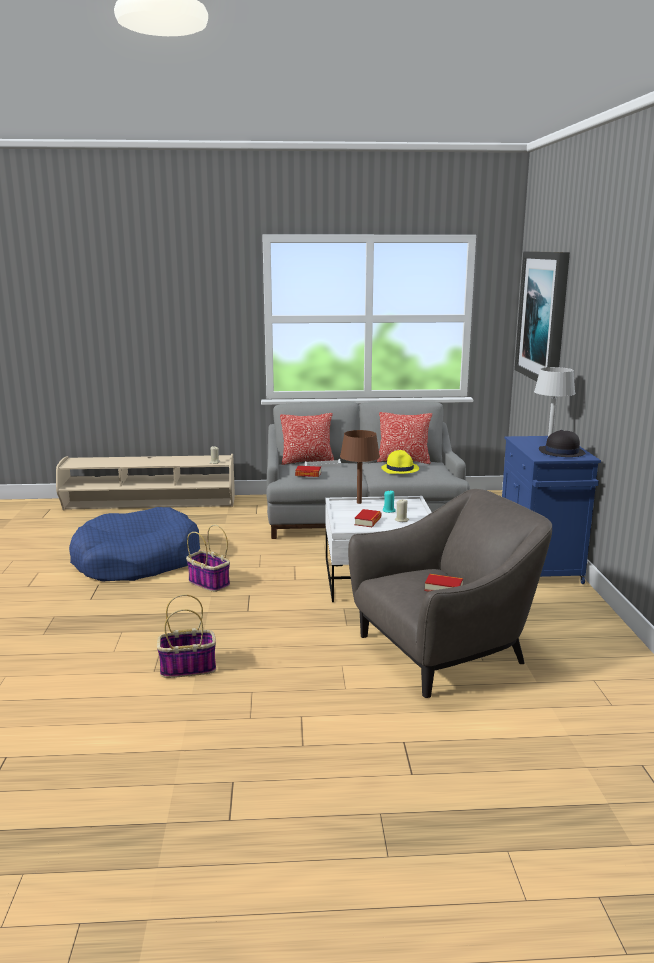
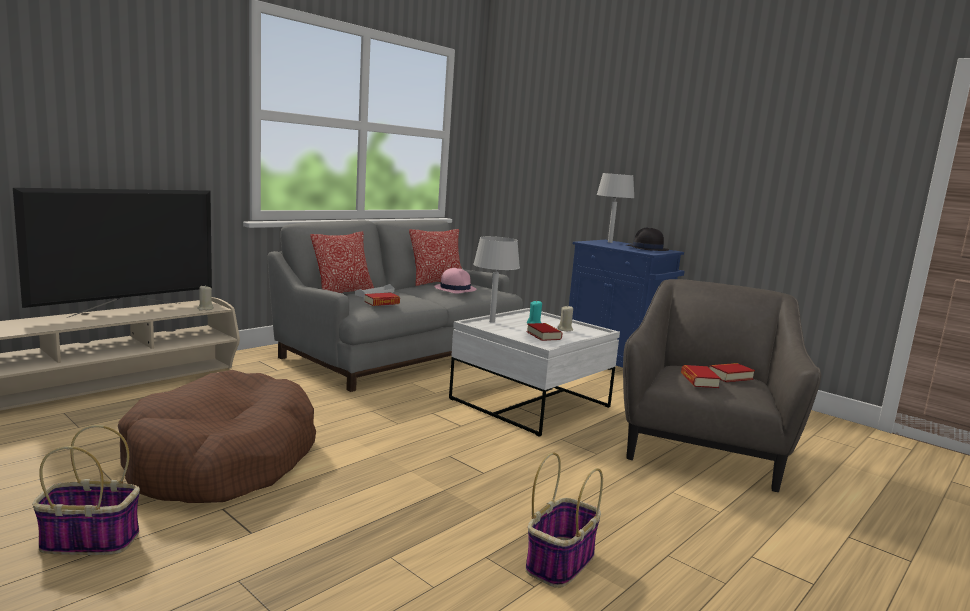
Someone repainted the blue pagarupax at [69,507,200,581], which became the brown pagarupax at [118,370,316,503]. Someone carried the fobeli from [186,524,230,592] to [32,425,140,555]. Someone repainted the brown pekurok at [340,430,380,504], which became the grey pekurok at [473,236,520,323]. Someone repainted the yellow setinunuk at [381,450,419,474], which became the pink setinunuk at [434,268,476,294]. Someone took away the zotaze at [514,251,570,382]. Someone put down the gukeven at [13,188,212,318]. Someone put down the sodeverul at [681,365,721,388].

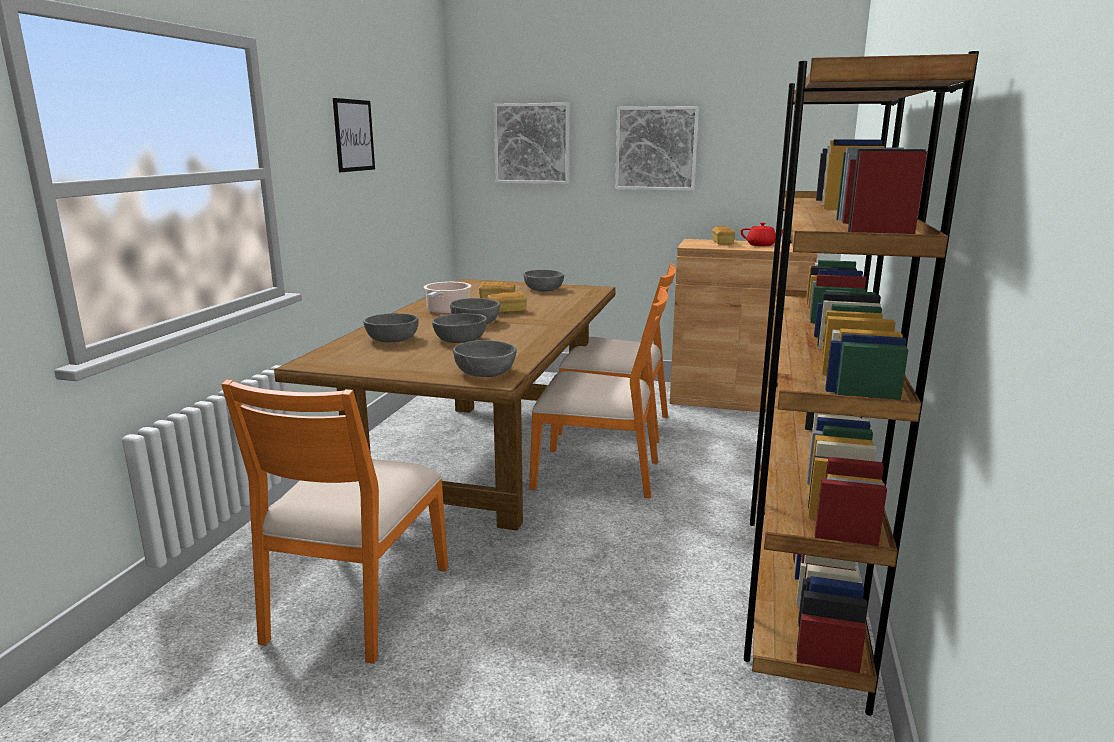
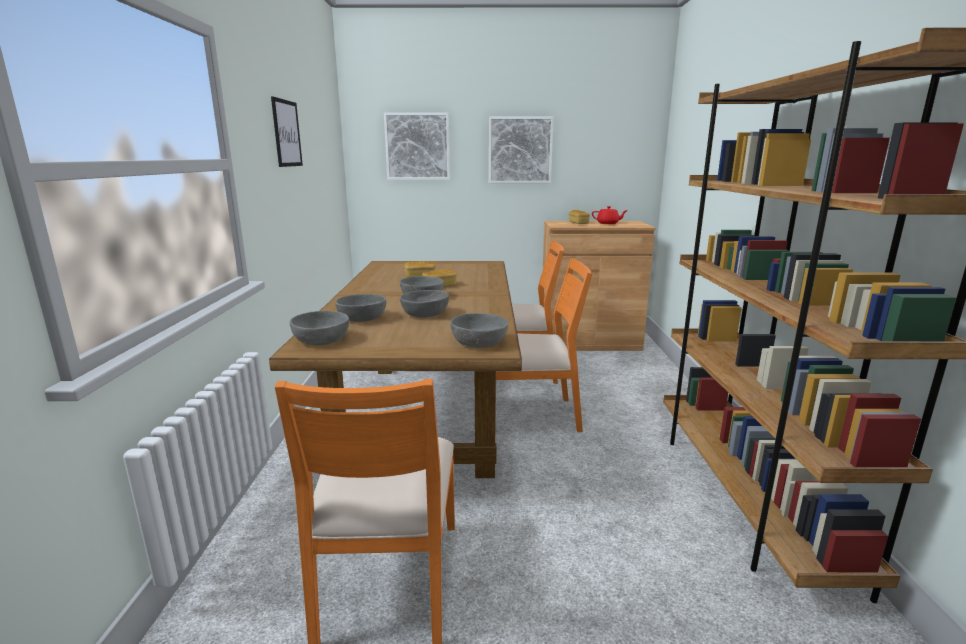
Someone took away the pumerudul at [424,282,471,315]. Someone carried the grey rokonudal from [523,270,564,292] to [289,311,349,345].

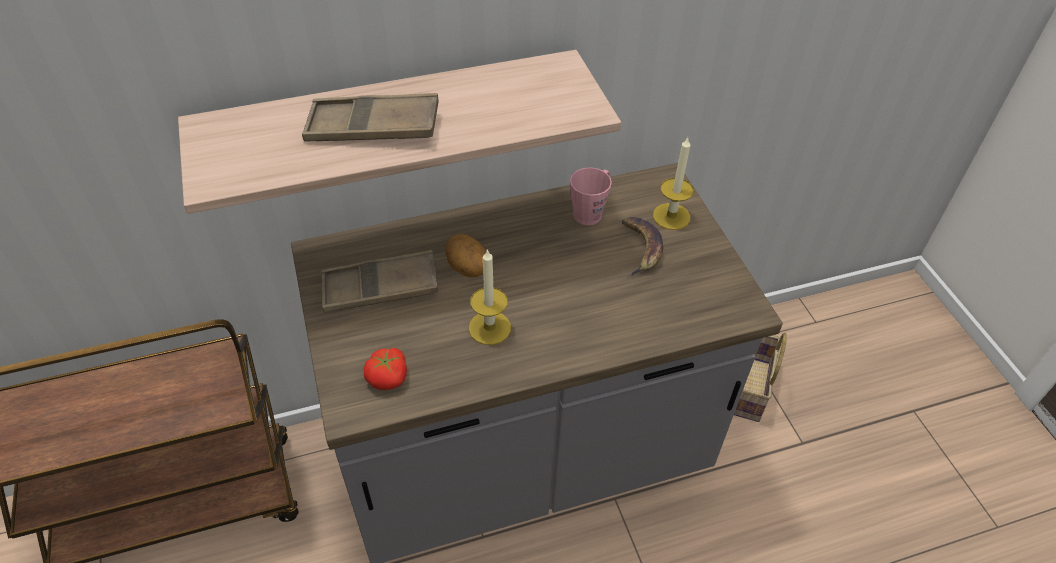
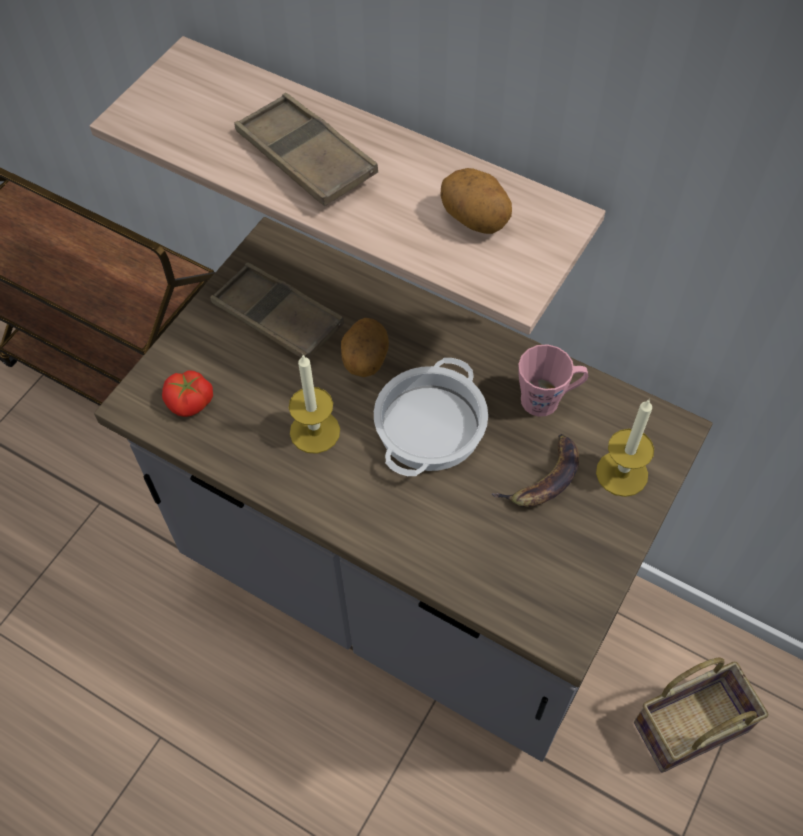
Someone put down the pumerudul at [374,358,488,476]. Someone put down the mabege at [440,168,512,234].

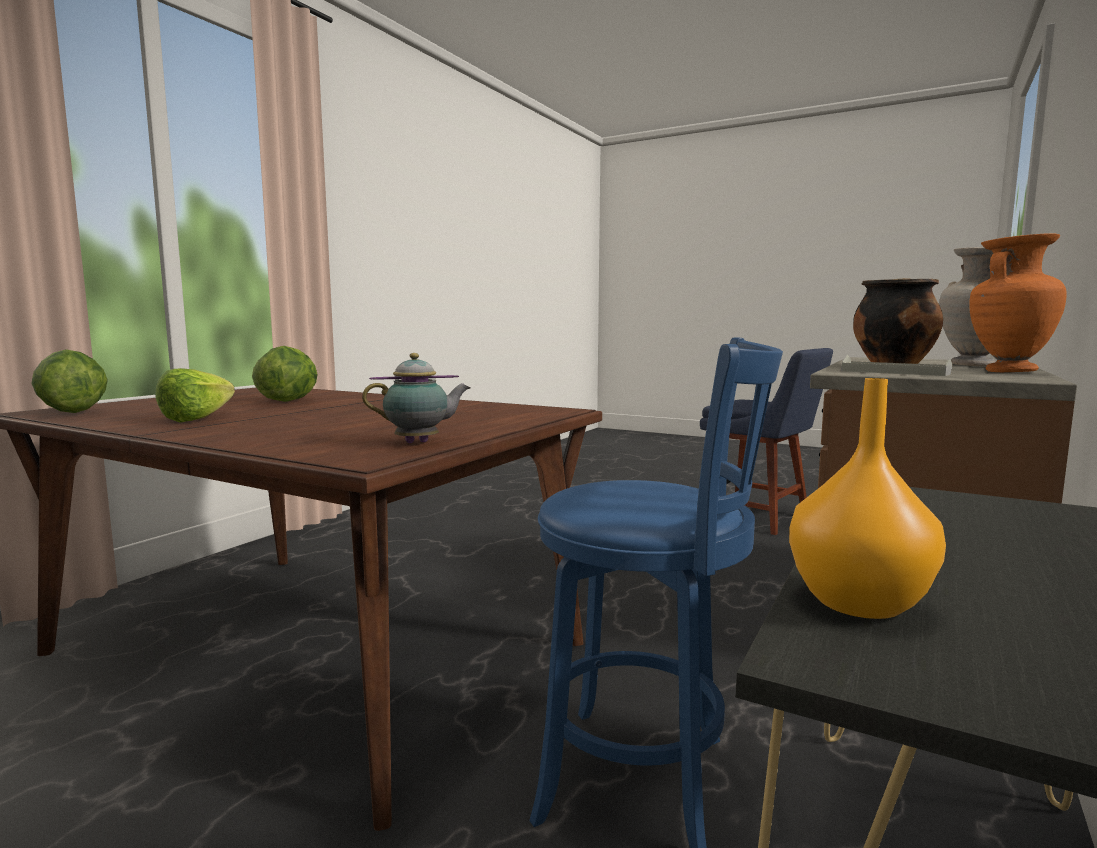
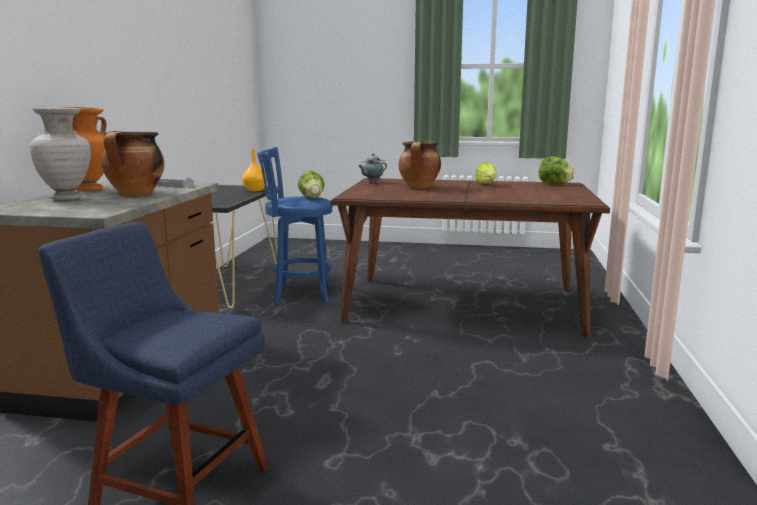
Someone carried the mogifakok from [252,346,318,402] to [298,170,325,199]. Someone put down the pumerudul at [398,141,441,189].

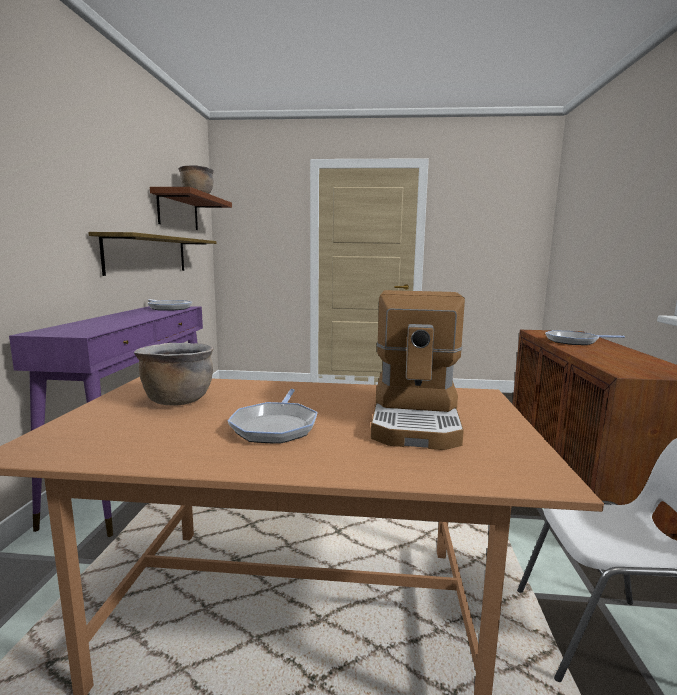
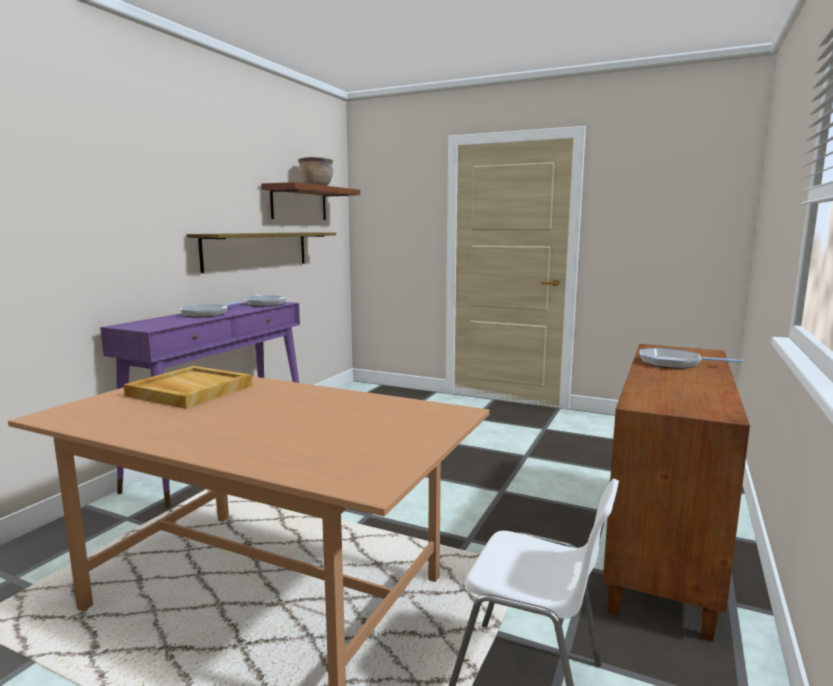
Someone swapped the brown pumerudul at [134,343,214,406] for the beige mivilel at [123,366,252,409]. Someone carried the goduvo from [227,389,318,444] to [180,302,241,318]. Someone took away the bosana at [371,290,465,450].

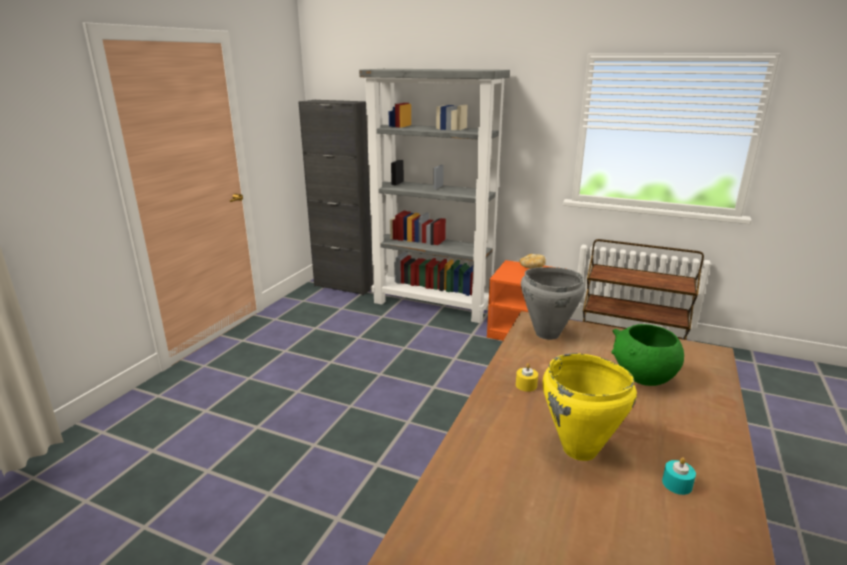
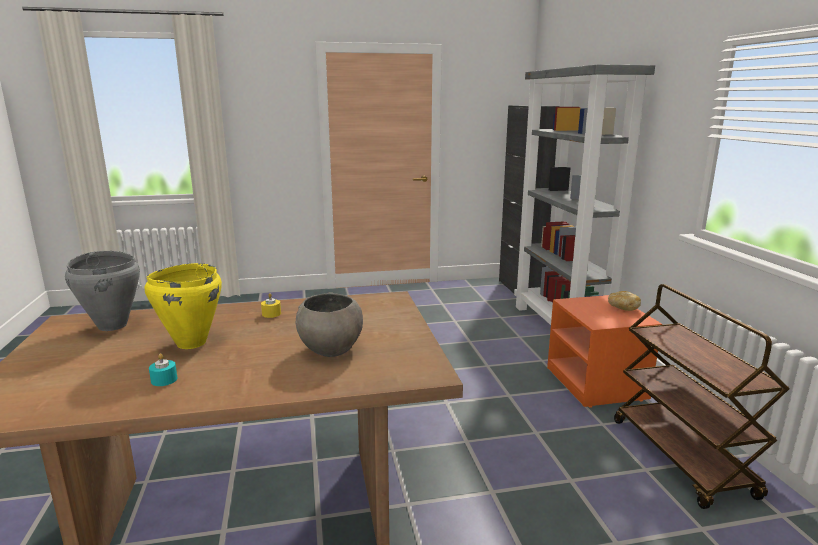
Someone carried the grey pumerudul from [521,267,585,340] to [65,251,140,331]. Someone repainted the green rokonudal at [612,324,684,386], which became the grey rokonudal at [296,292,363,357].

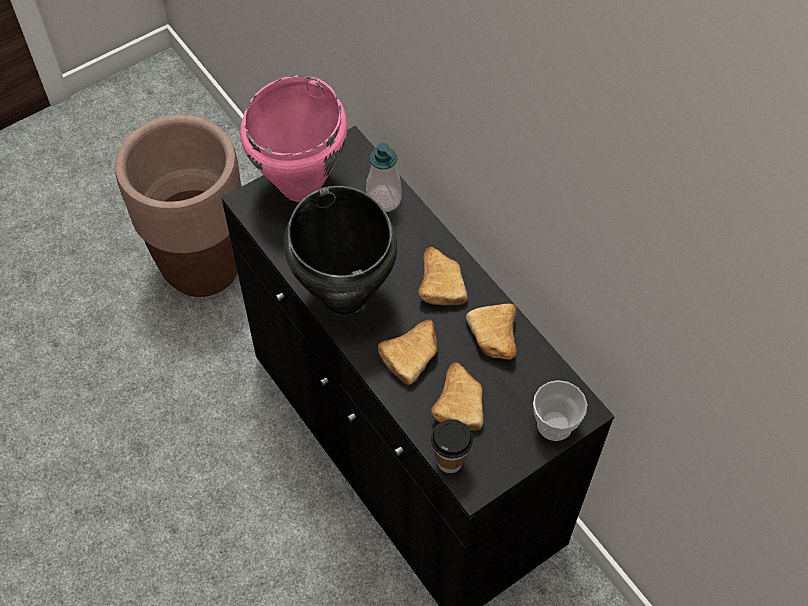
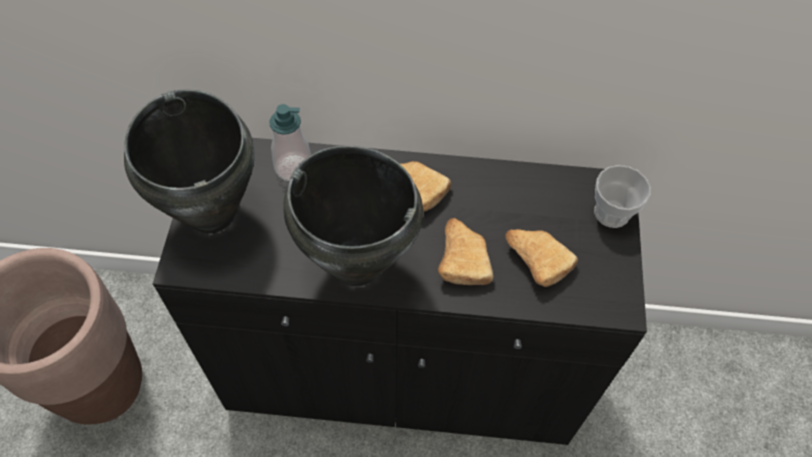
Someone repainted the pink pumerudul at [240,75,347,202], which became the black pumerudul at [124,89,255,234]. Someone took away the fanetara at [431,419,473,473]. Someone took away the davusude at [466,304,517,360].

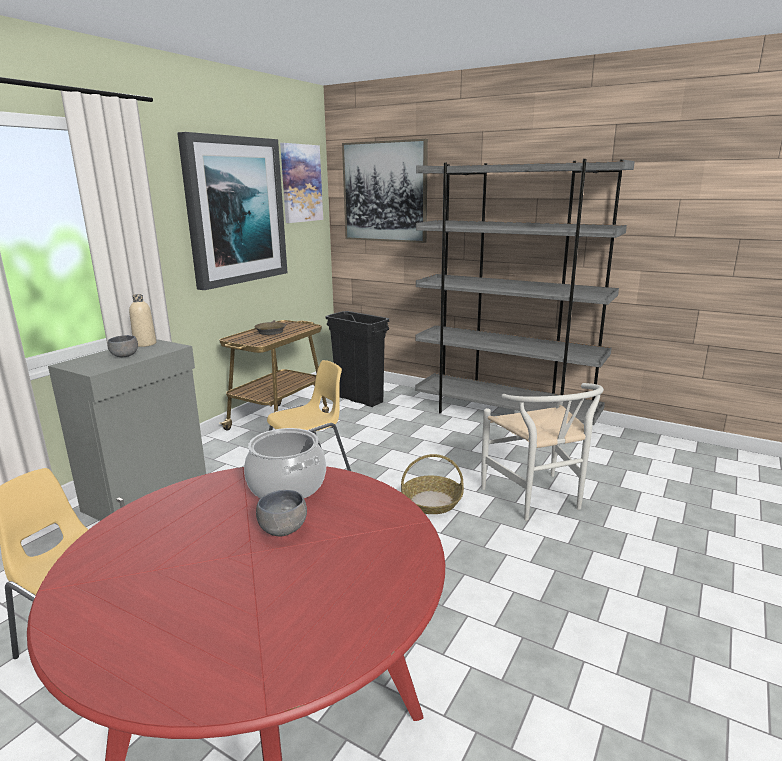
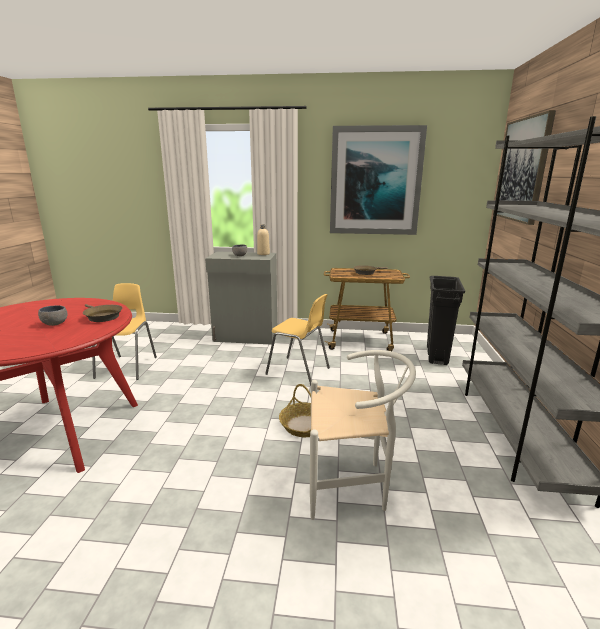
Someone swapped the pumerudul at [244,428,326,498] for the brown goduvo at [83,304,123,322]. Someone took away the zotaze at [280,143,323,223]. Someone rotated the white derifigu at [481,383,604,521] by 135 degrees counterclockwise.

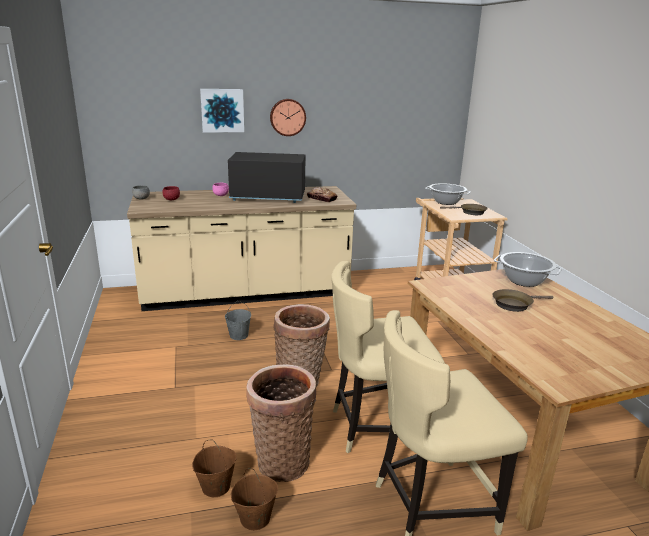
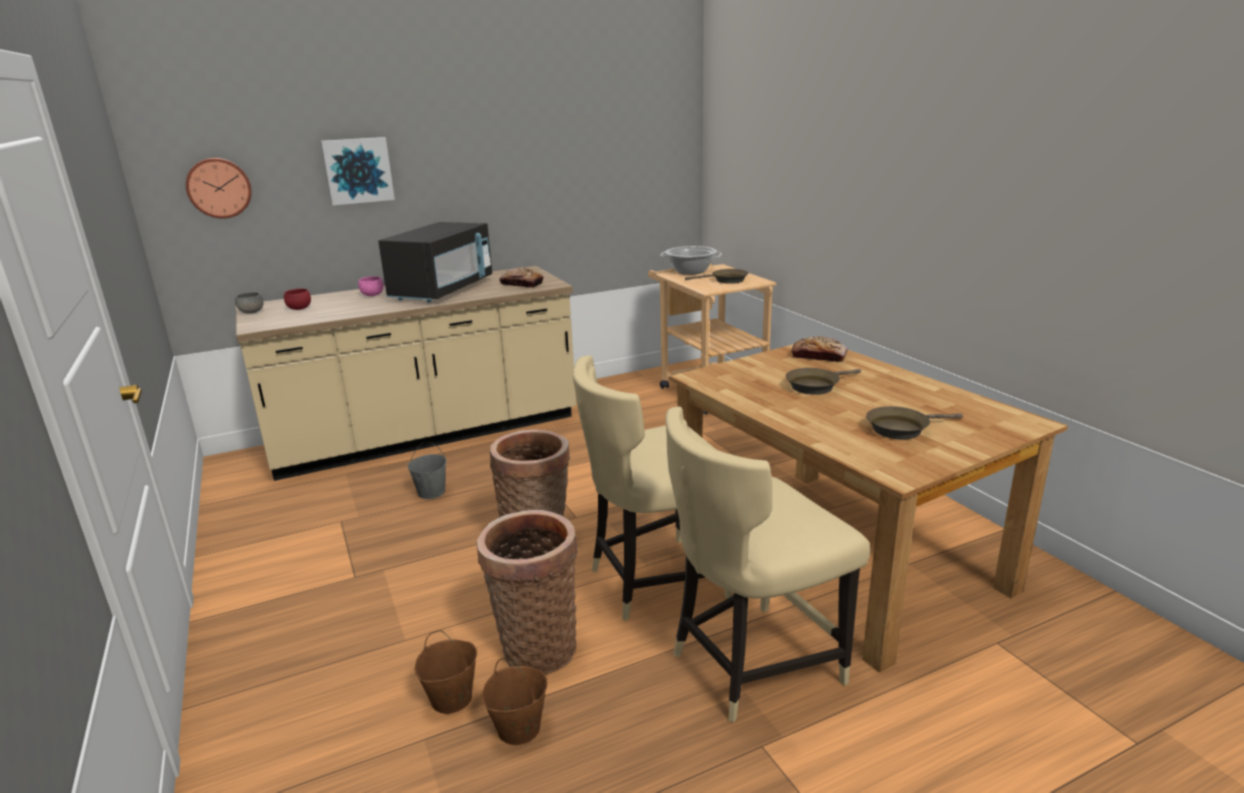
Someone rotated the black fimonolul at [228,152,306,203] by 120 degrees clockwise. Someone carried the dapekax from [270,99,306,136] to [186,158,252,219]. Someone swapped the pumerudul at [494,252,562,287] for the davusude at [792,336,848,362]. Someone put down the brown goduvo at [866,406,963,439].

